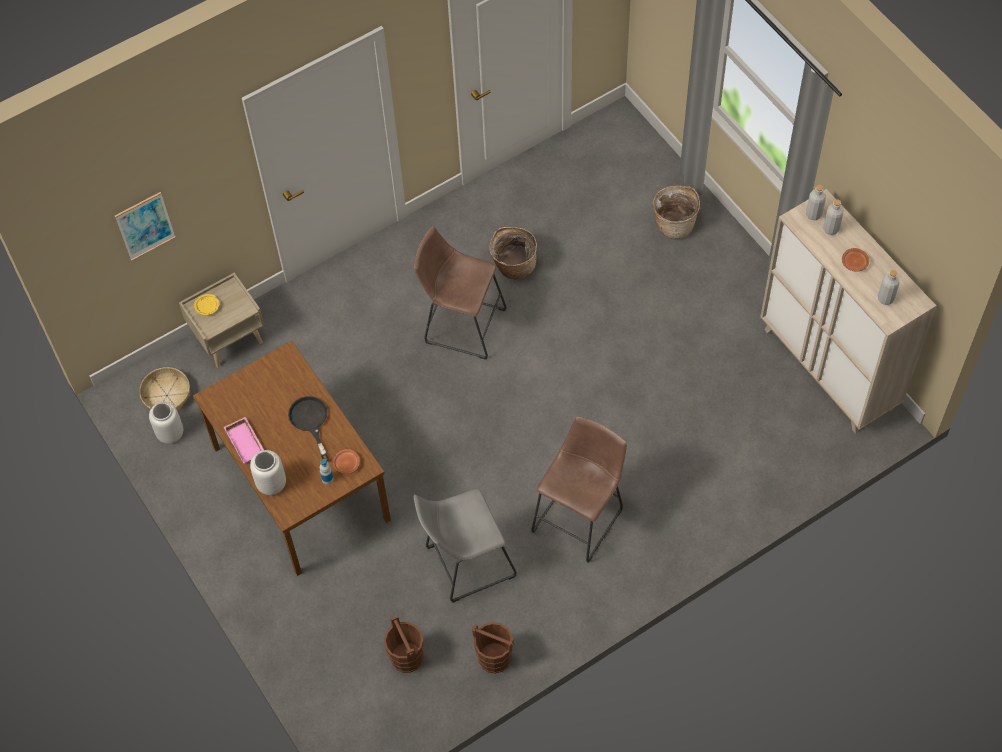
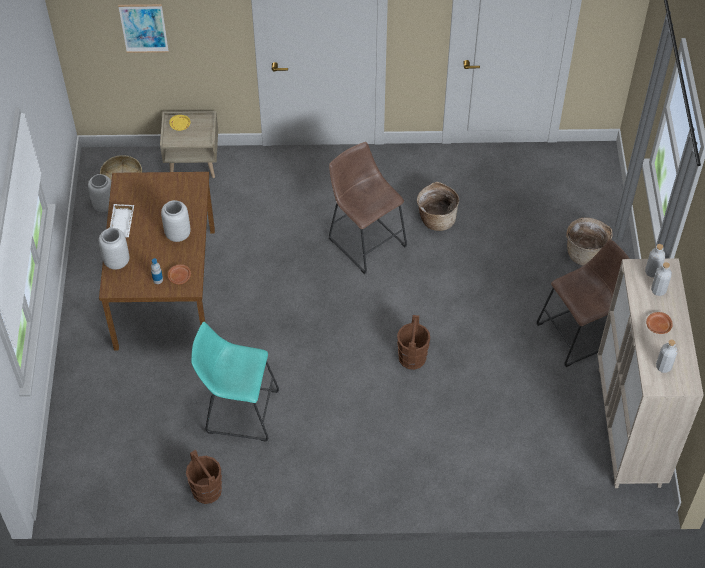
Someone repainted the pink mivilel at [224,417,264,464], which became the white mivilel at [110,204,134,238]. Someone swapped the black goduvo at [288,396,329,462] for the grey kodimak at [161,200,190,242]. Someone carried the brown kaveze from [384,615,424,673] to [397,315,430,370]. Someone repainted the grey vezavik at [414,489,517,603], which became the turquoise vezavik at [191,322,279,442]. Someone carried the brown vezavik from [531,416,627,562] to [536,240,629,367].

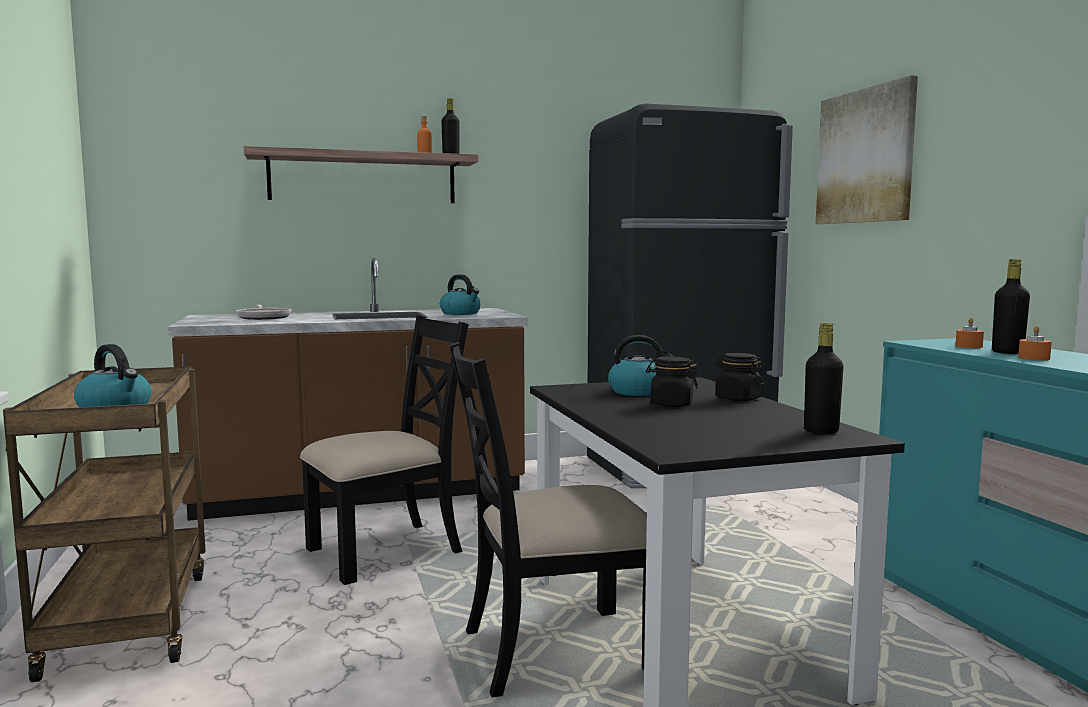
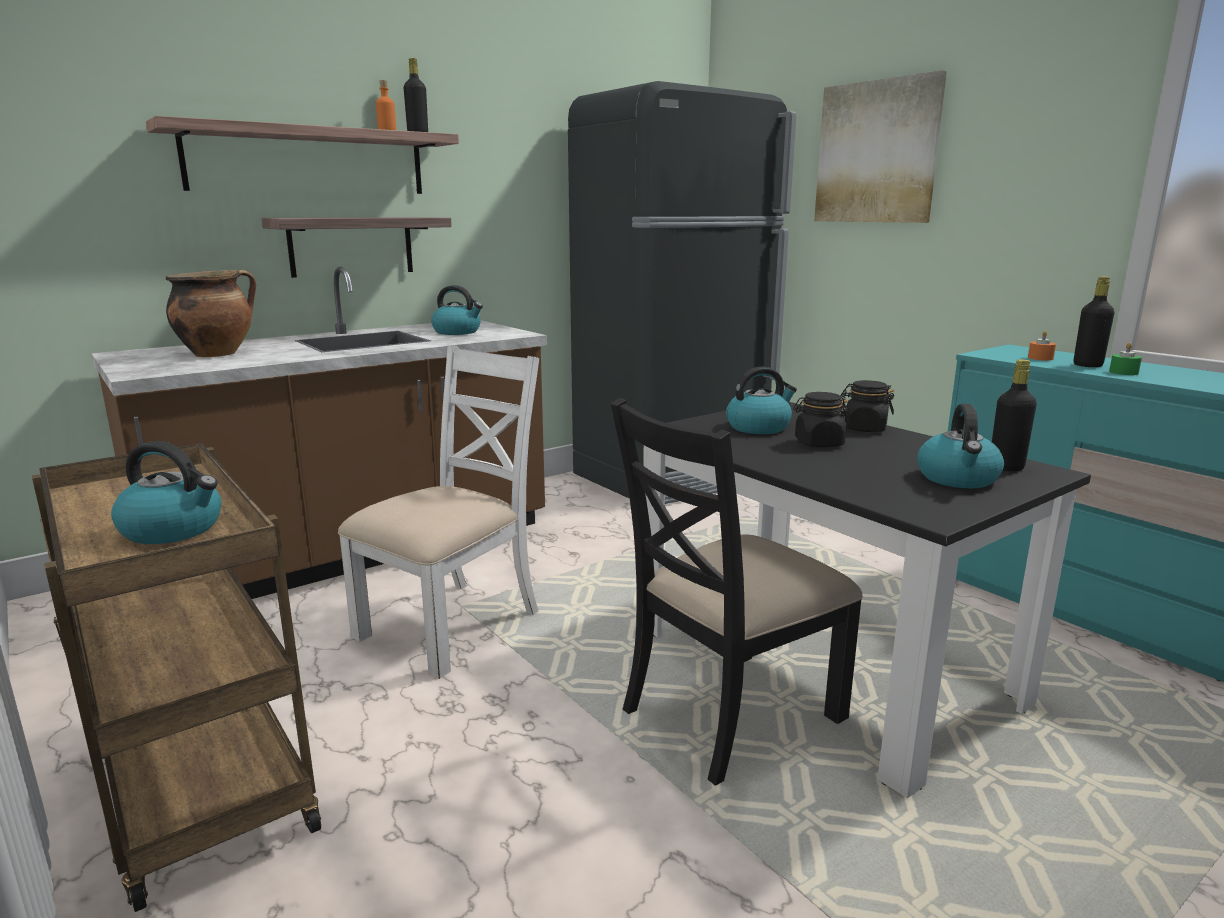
Someone swapped the goduvo at [236,305,291,320] for the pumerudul at [166,270,256,357]. Someone repainted the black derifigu at [300,315,469,585], which became the white derifigu at [338,345,539,679]. Someone repainted the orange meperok at [1018,326,1052,360], which became the green meperok at [1109,342,1142,375]. Someone put up the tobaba at [261,217,452,278]. Someone put down the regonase at [917,404,1004,488].

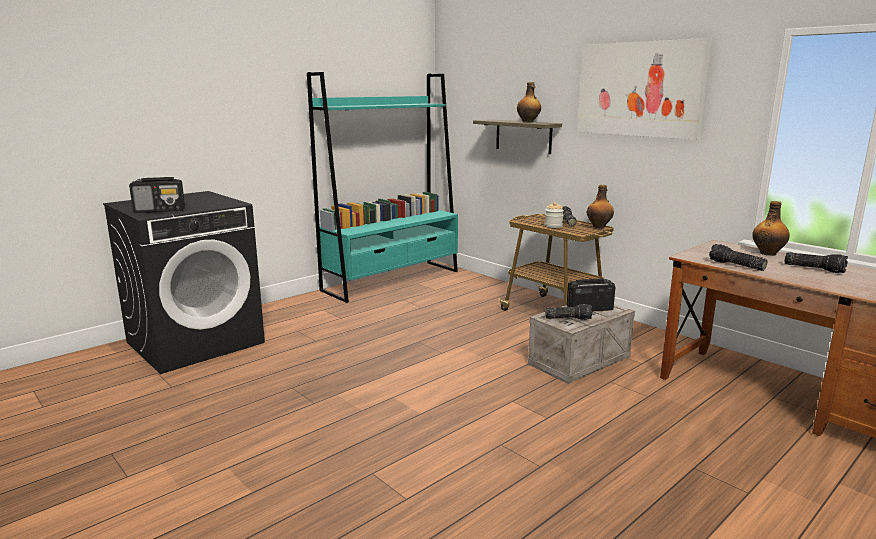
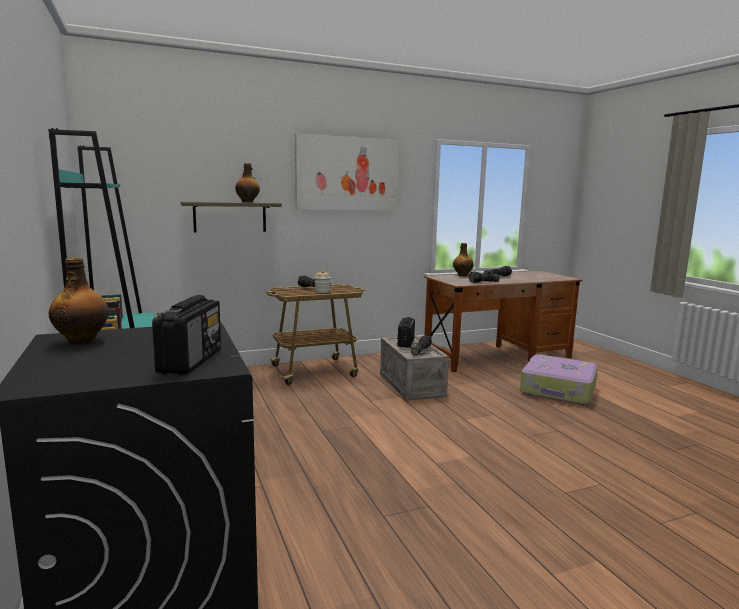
Someone carried the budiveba from [587,185,614,228] to [49,257,109,345]. Someone put down the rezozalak at [520,354,598,405].

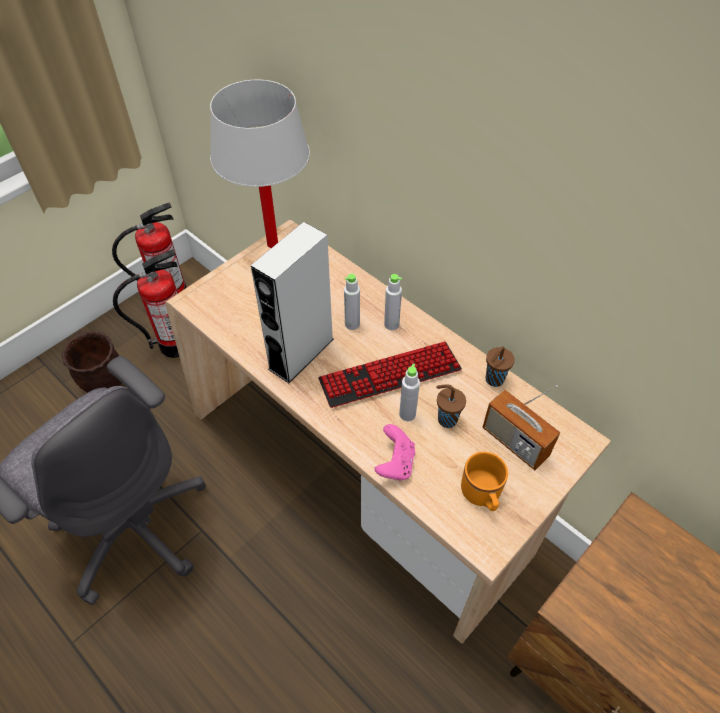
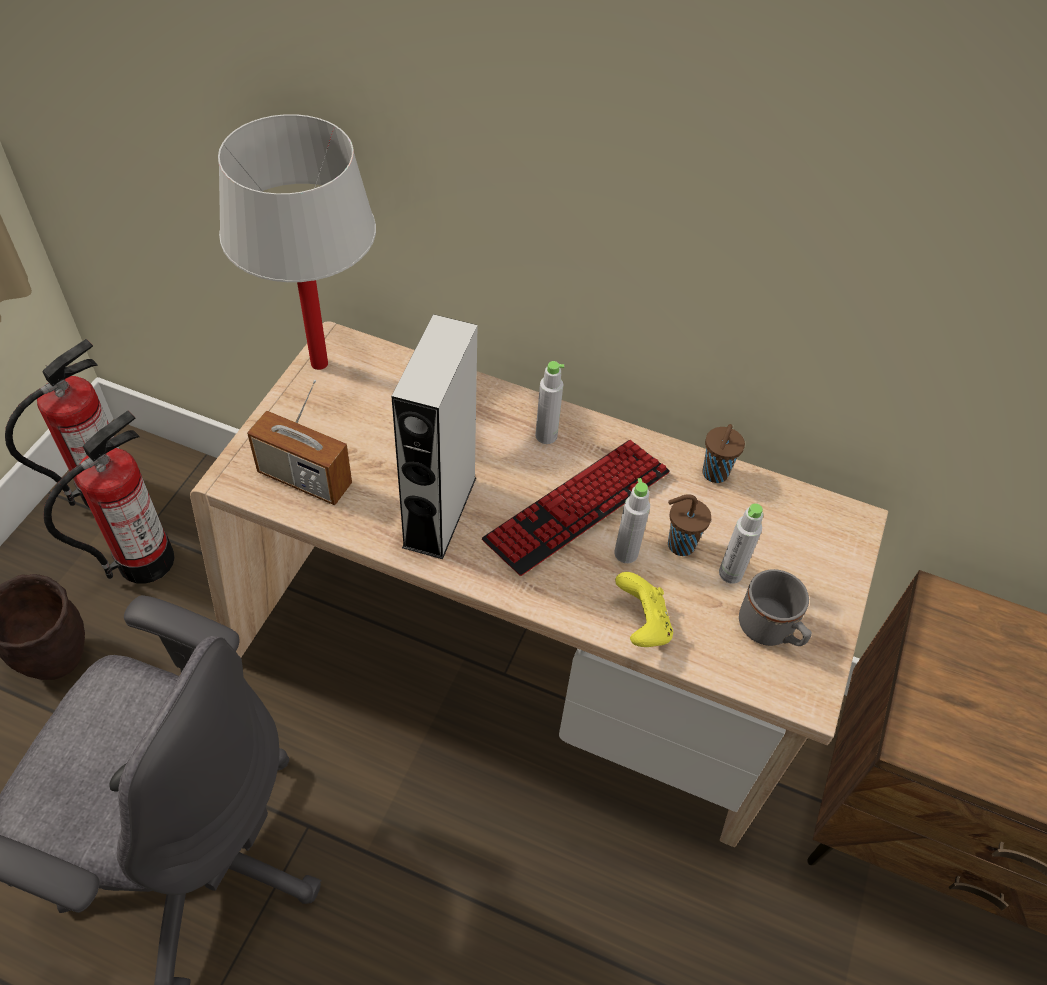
Someone carried the grey budiveba from [344,274,360,330] to [719,503,763,584]. Someone repainted the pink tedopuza at [375,424,415,480], which became the yellow tedopuza at [615,572,673,647]. Someone repainted the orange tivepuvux at [461,452,508,511], which became the grey tivepuvux at [739,569,812,646]. Someone carried the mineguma from [482,385,560,470] to [247,380,352,505].

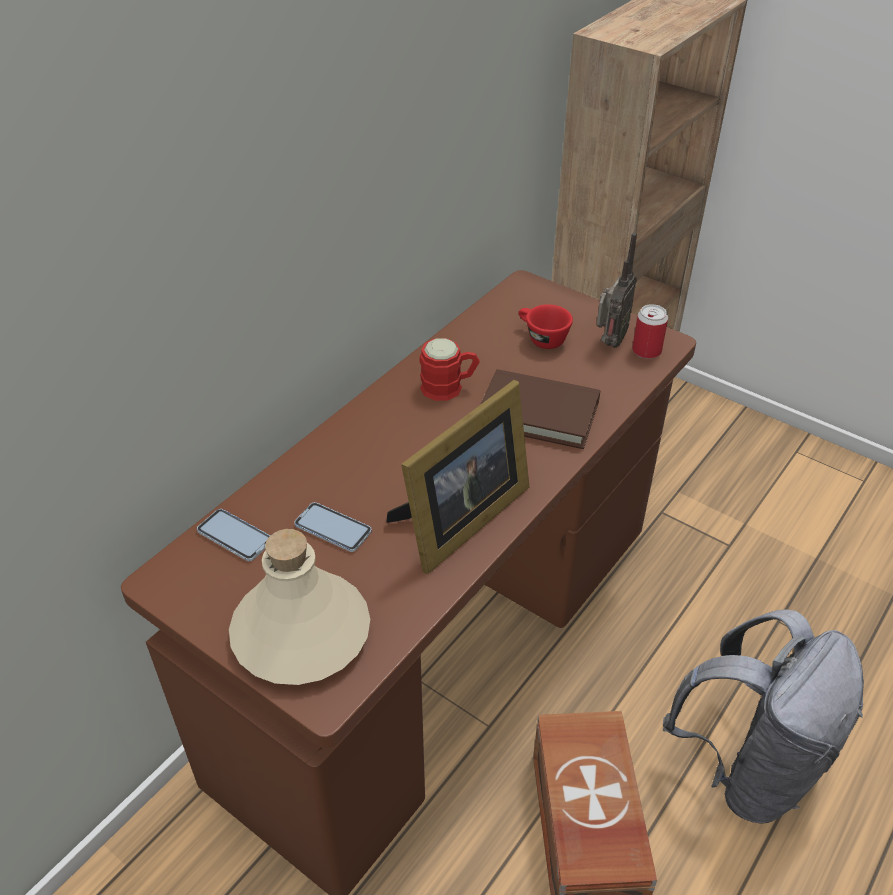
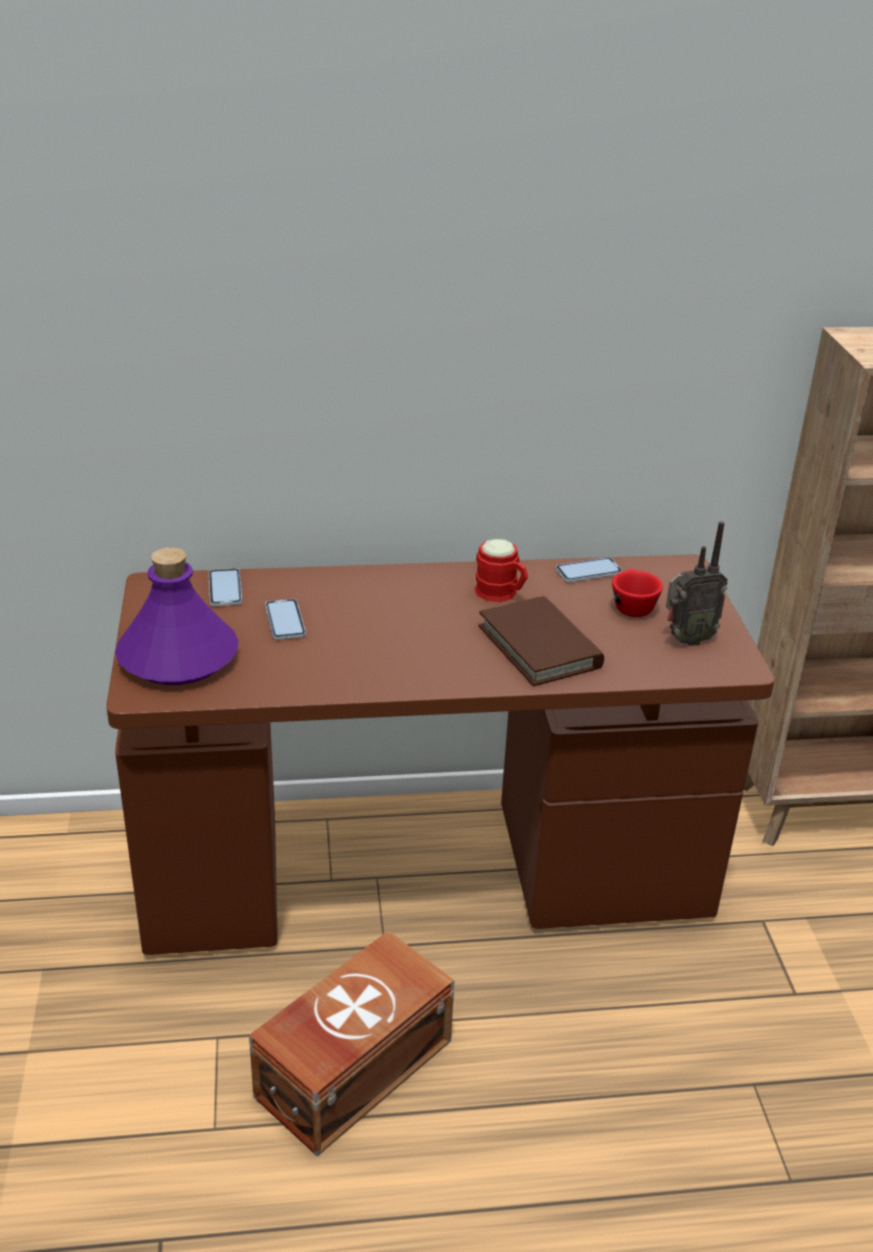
Someone repainted the beige budiveba at [229,529,370,685], which became the purple budiveba at [115,547,238,685]. Someone took away the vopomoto at [387,380,530,574]. Someone took away the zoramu at [632,304,668,359]. Someone took away the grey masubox at [663,609,864,824]. Someone put down the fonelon at [556,557,622,582].

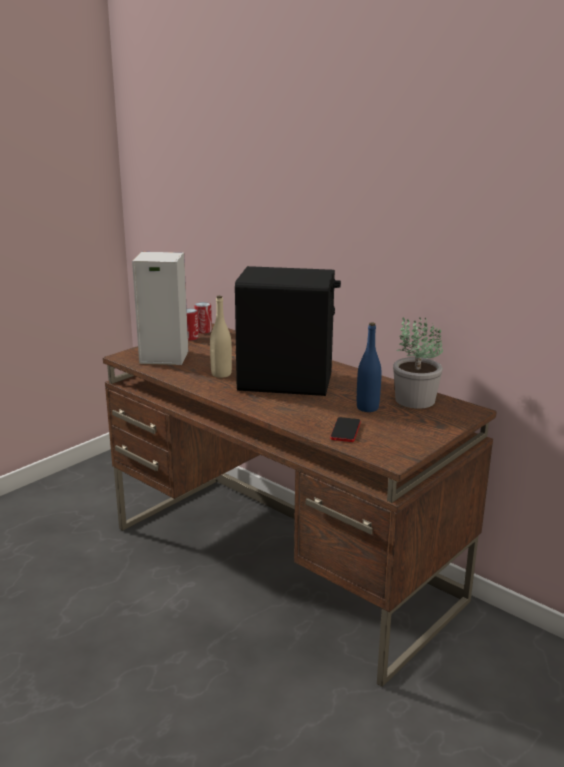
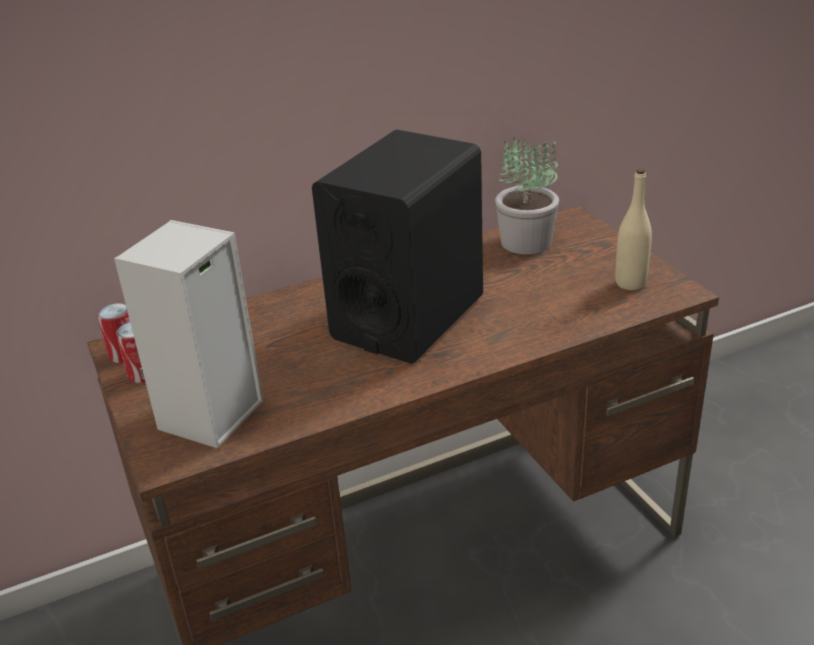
Someone carried the beige budiveba from [210,296,232,378] to [615,168,652,290]. Someone took away the fonelon at [330,417,360,442]. Someone took away the blue budiveba at [357,322,382,412].

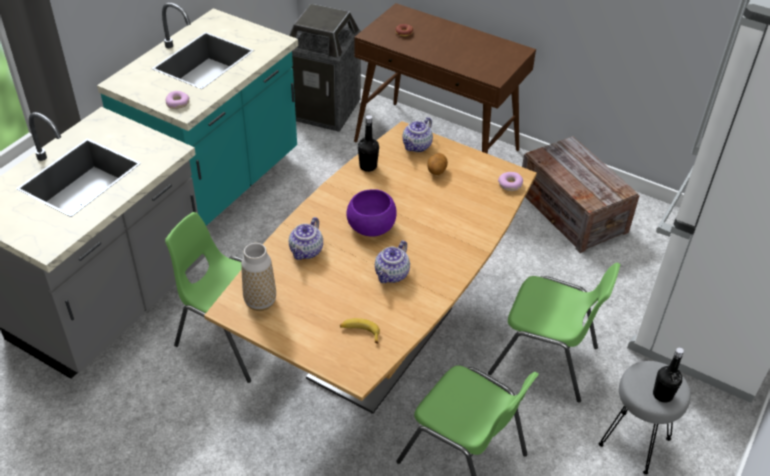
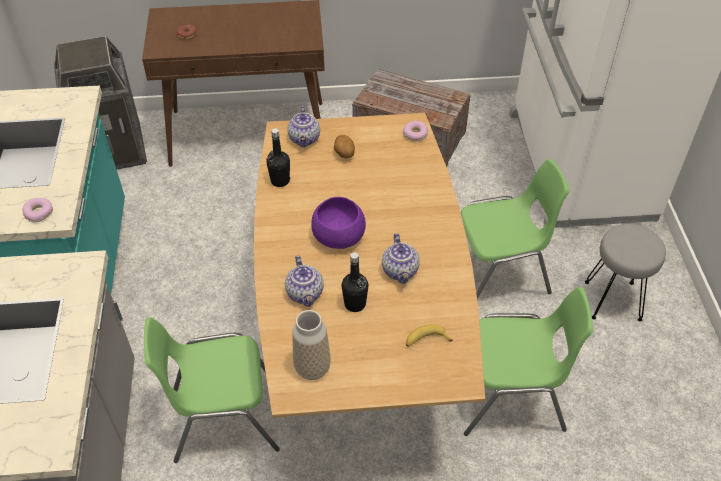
Someone carried the black budiveba from [653,348,684,403] to [342,252,369,312].

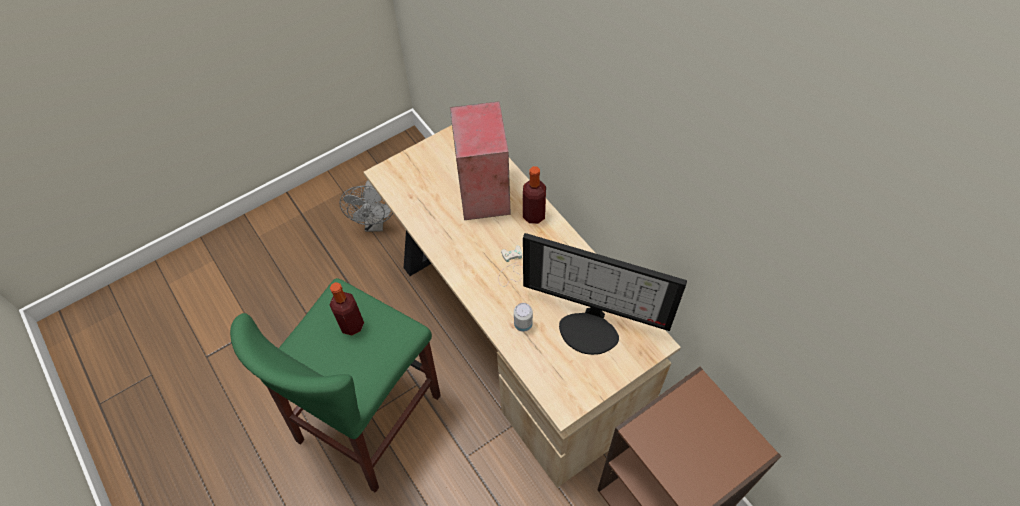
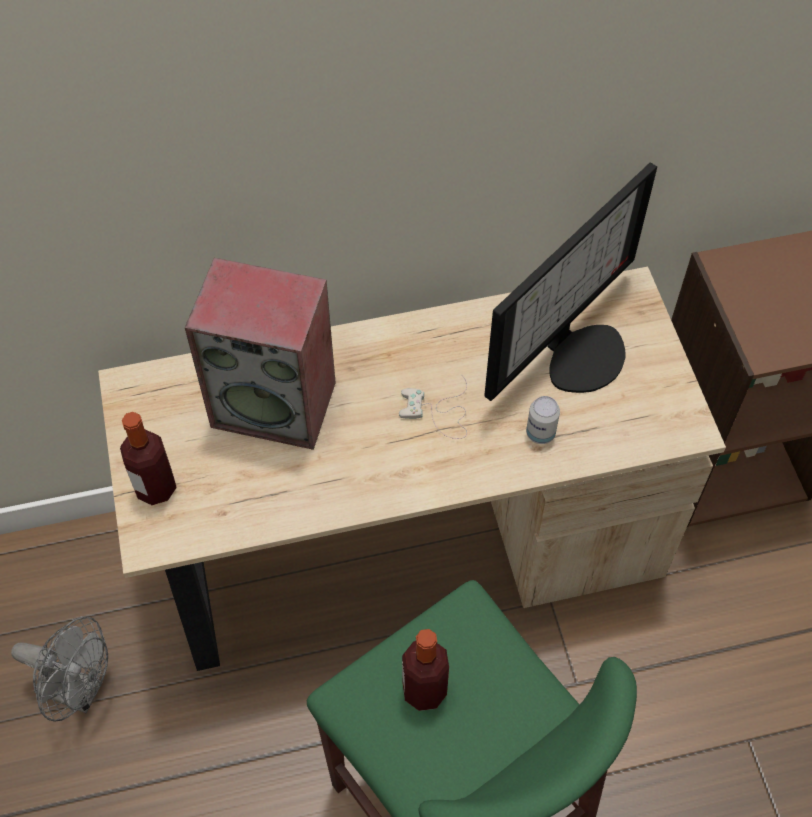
Someone carried the budiveba from [523,166,546,224] to [120,412,177,505].

